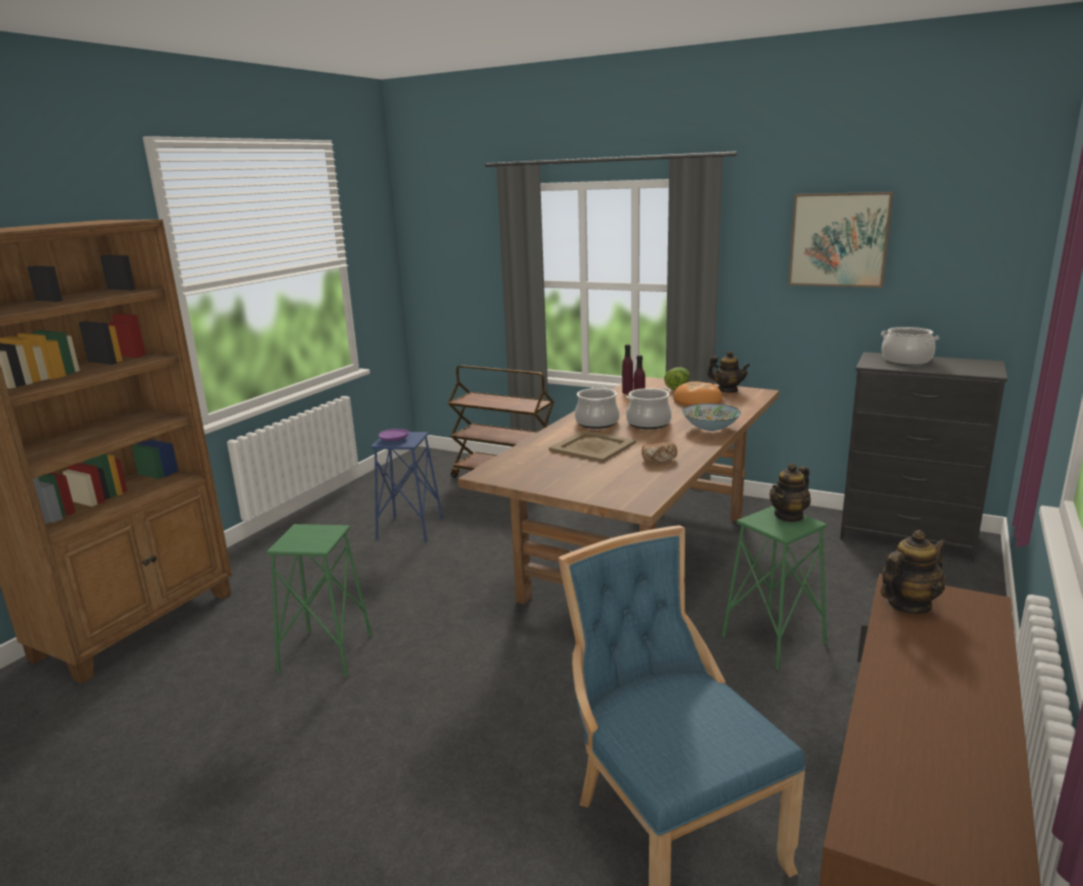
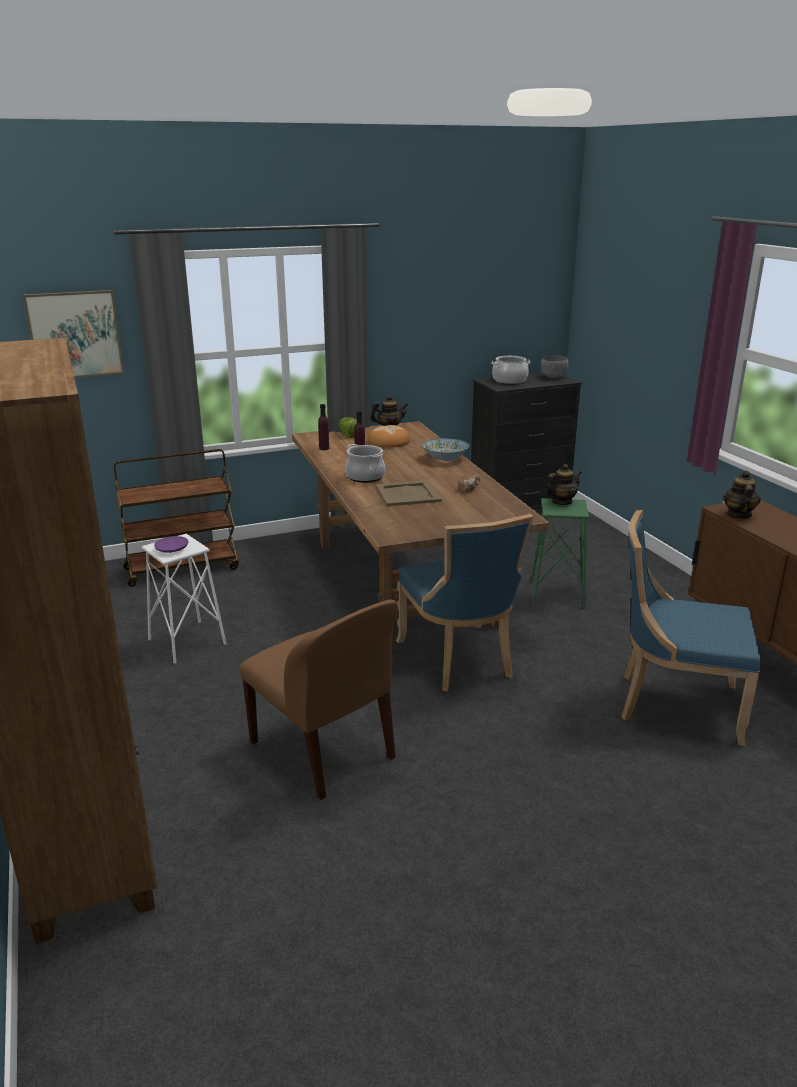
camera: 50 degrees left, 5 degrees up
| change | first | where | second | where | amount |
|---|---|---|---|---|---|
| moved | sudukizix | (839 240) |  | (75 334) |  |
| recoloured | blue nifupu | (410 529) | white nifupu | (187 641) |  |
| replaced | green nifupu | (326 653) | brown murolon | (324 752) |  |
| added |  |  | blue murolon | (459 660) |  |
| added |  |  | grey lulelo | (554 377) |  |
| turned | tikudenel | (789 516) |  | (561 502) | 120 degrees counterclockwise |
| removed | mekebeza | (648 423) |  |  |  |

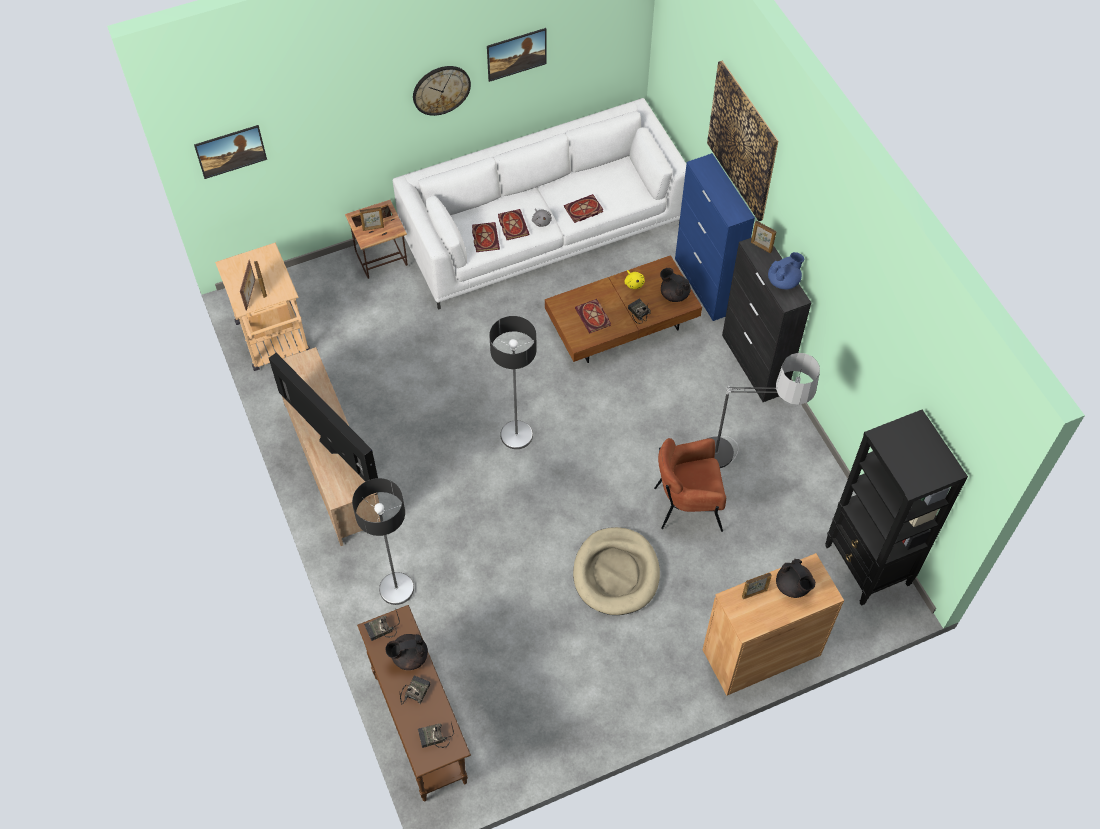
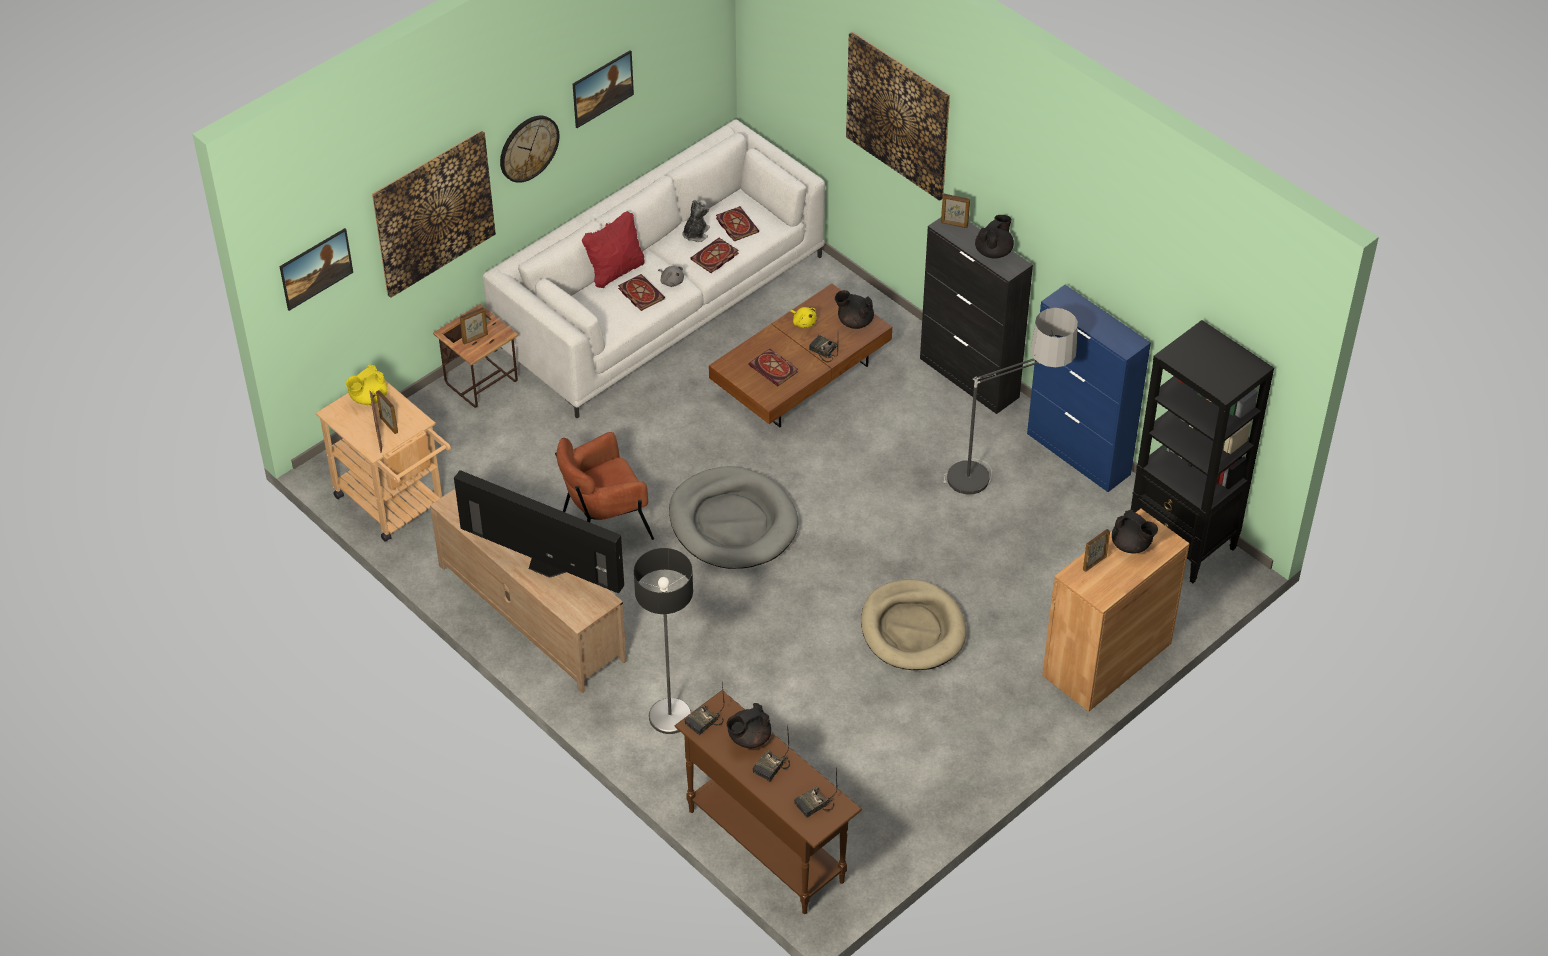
camera: 20 degrees left, 10 degrees down
| change | first | where | second | where | amount |
|---|---|---|---|---|---|
| added |  |  | yellow tikudenel | (368 398) |  |
| added |  |  | sudukizix | (433 213) |  |
| moved | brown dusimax | (687 505) |  | (605 524) |  |
| added |  |  | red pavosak | (615 272) |  |
| replaced | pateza | (516 435) | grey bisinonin | (733 523) |  |
| added |  |  | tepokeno | (695 234) |  |
| moved | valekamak | (484 237) |  | (735 225) |  |
| turned | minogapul | (415 691) |  | (771 768) | 150 degrees counterclockwise |
| recoloured | blue tikudenel | (783 281) | black tikudenel | (994 251) |  |
| moved | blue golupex | (705 285) |  | (1078 454) |  |

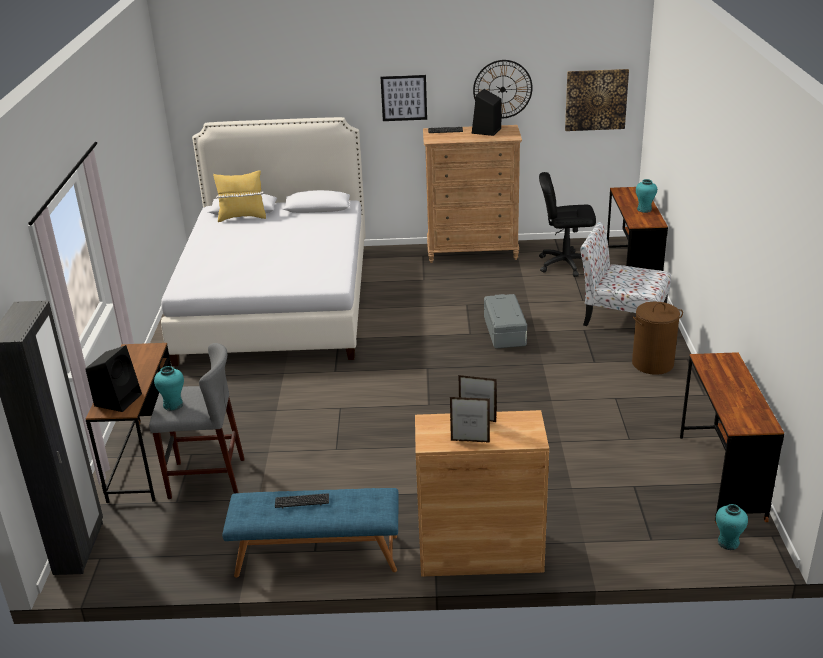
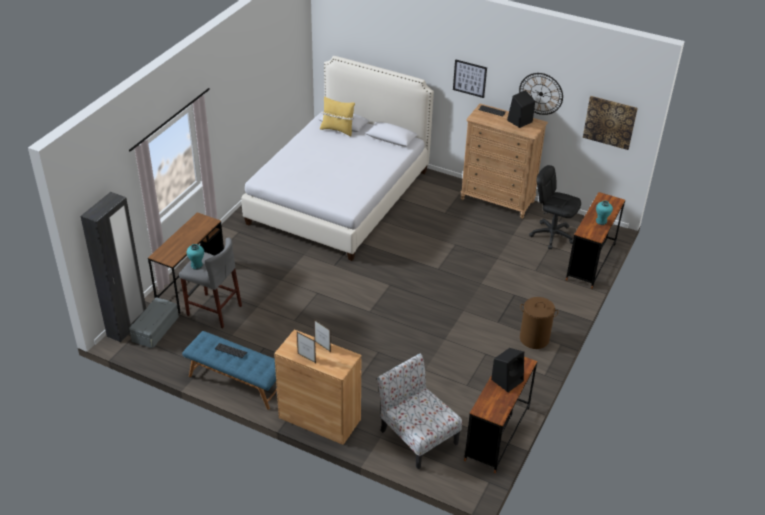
camera: 25 degrees right, 10 degrees up
| change | first | where | second | where | amount |
|---|---|---|---|---|---|
| moved | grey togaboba | (505 331) |  | (156 330) |  |
| moved | murolon | (622 317) |  | (417 436) |  |
| moved | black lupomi | (118 399) |  | (507 379) |  |
| removed | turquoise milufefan | (728 543) |  |  |  |

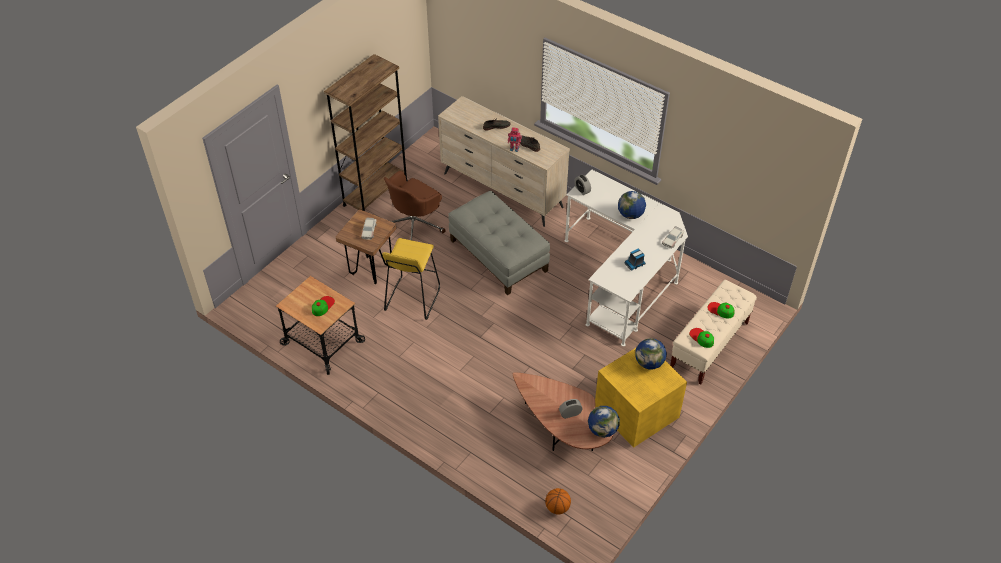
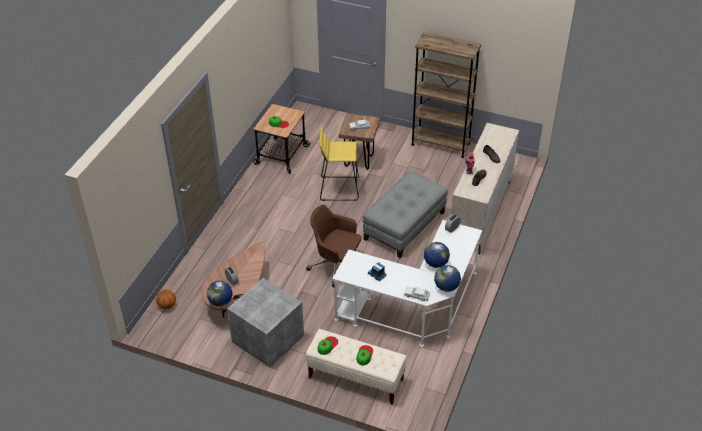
camera: 75 degrees right, 5 degrees down
| change | first | where | second | where | amount |
|---|---|---|---|---|---|
| recoloured | yellow togaboba | (636 413) | grey togaboba | (266 338) |  |
| moved | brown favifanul | (414 225) |  | (336 266) |  |
| moved | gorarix | (649 363) |  | (446 287) |  |

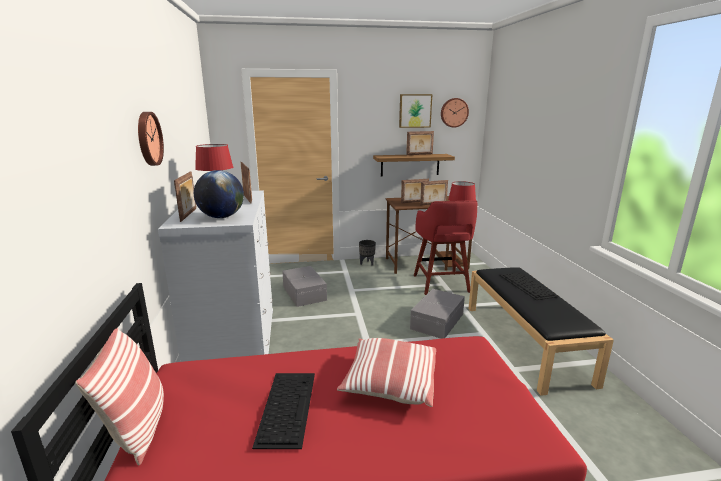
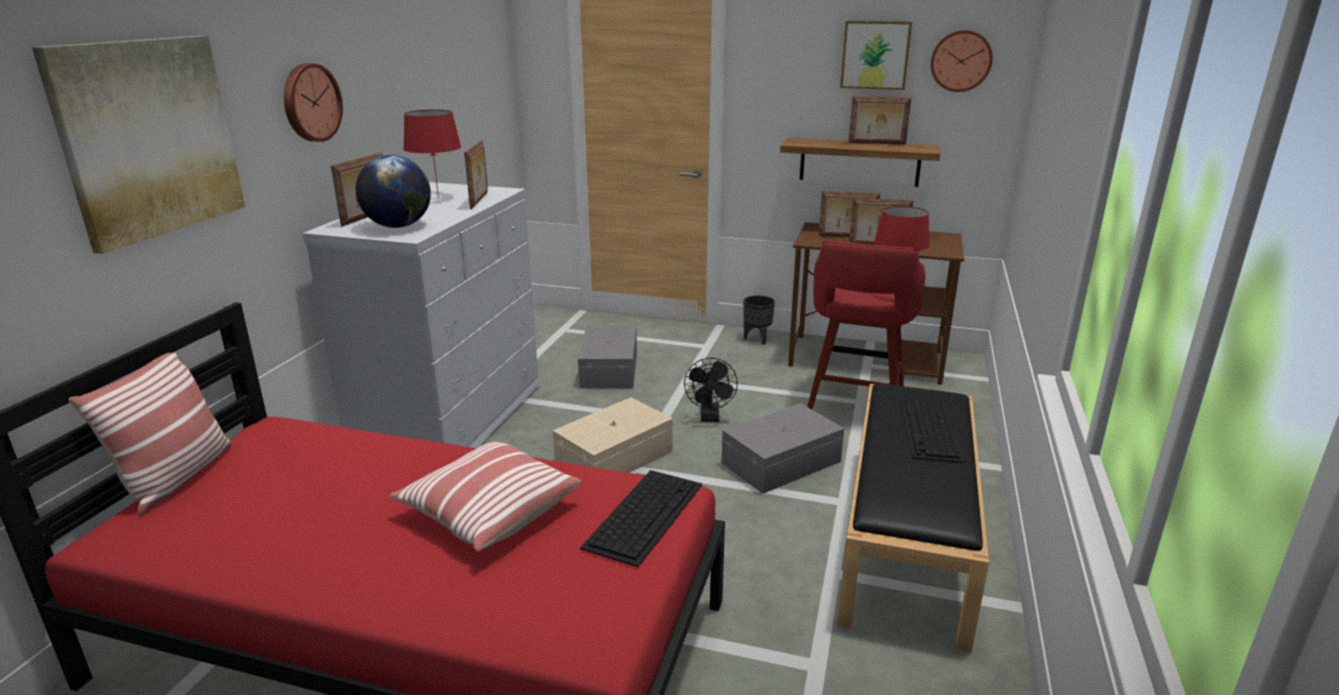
camera: 25 degrees right, 5 degrees up
| change | first | where | second | where | amount |
|---|---|---|---|---|---|
| added |  |  | sudukizix | (149 138) |  |
| added |  |  | beige togaboba | (616 457) |  |
| moved | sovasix | (287 406) |  | (644 514) |  |
| added |  |  | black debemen | (710 417) |  |

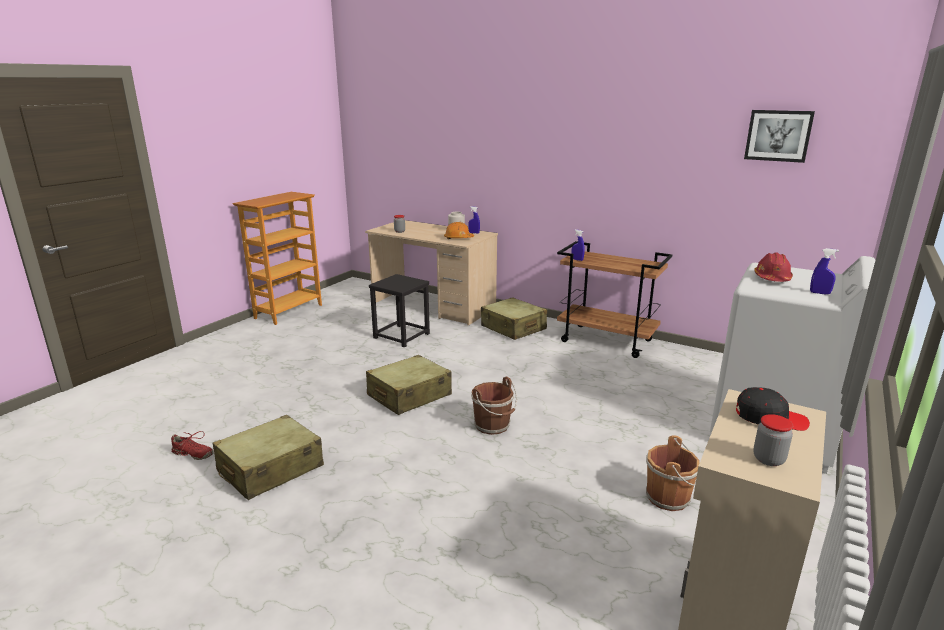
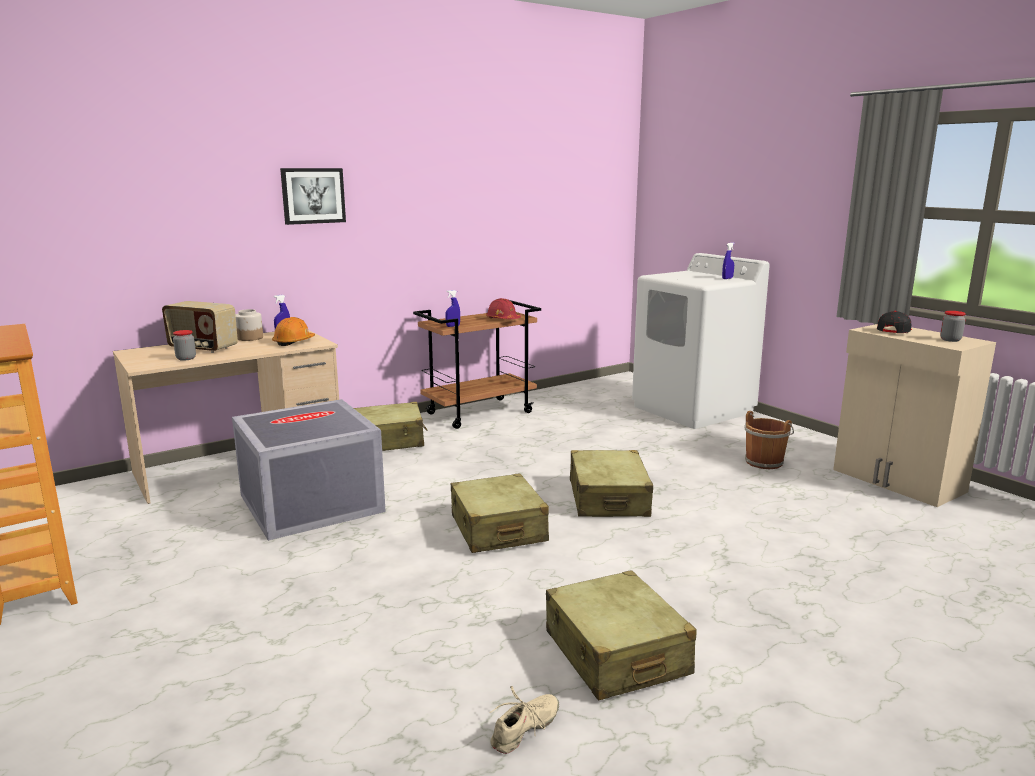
camera: 65 degrees left, 5 degrees down
| change | first | where | second | where | amount |
|---|---|---|---|---|---|
| added |  |  | minogapul | (202 348) |  |
| replaced | black nifupu | (401 336) | grey togaboba | (310 504) |  |
| moved | sudukizix | (778 135) |  | (313 195) |  |
| moved | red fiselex | (772 278) |  | (503 319) |  |
| recoloured | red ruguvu | (193 454) | beige ruguvu | (525 730) |  |
| replaced | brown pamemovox | (493 426) | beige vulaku | (608 498) |  |

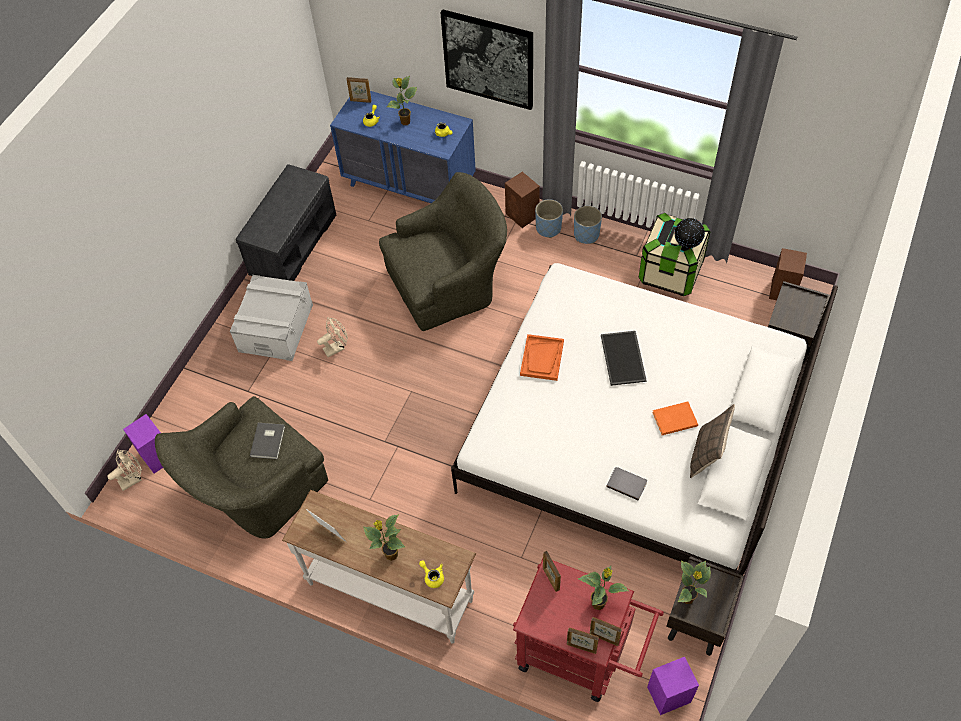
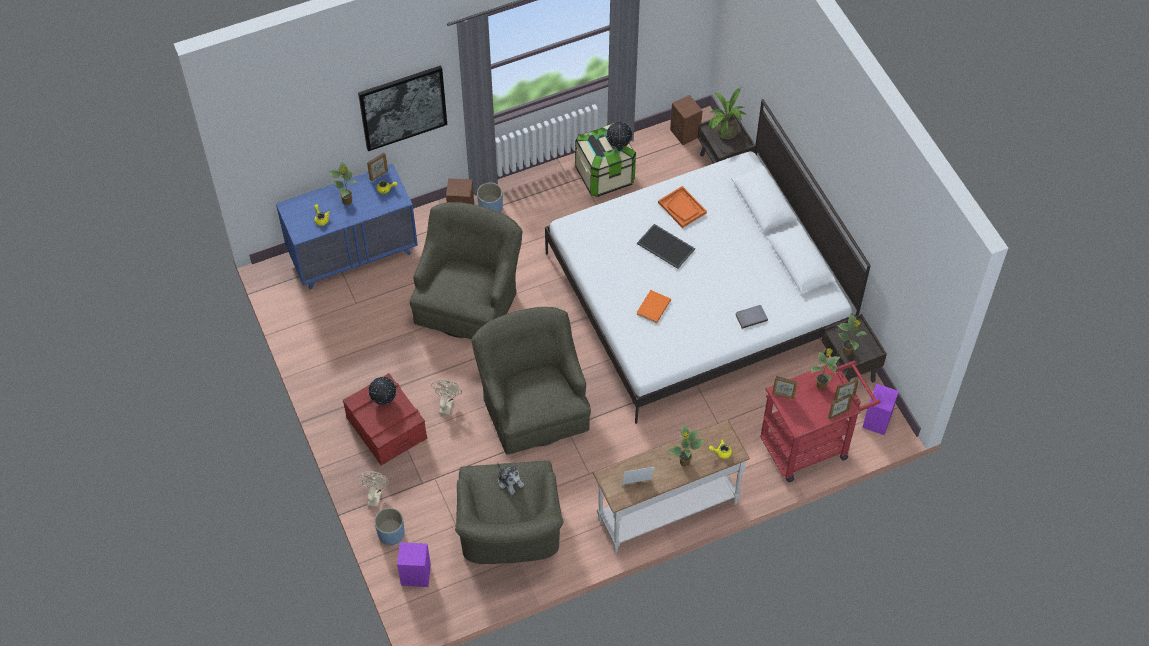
camera: 50 degrees left, 0 degrees up
| change | first | where | second | where | amount |
|---|---|---|---|---|---|
| recoloured | grey togaboba | (276 328) | red togaboba | (386 428) |  |
| moved | beige debemen | (133 479) |  | (375 495) |  |
| moved | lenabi | (360 101) |  | (379 175) |  |
| added |  |  | gorarix | (384 399) |  |
| moved | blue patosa | (586 234) |  | (391 534) |  |
| added |  |  | green dusimax | (533 404) |  |
| replaced | grey valekamak | (269 441) | tepokeno | (510 481) |  |
| moved | orange valekamak | (673 418) |  | (652 307) |  |
| moved | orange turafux | (542 358) |  | (682 208) |  |
| added |  |  | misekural | (724 133) |  |
| removed | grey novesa | (292 243) |  |  |  |
| removed | pavosak | (707 455) |  |  |  |

